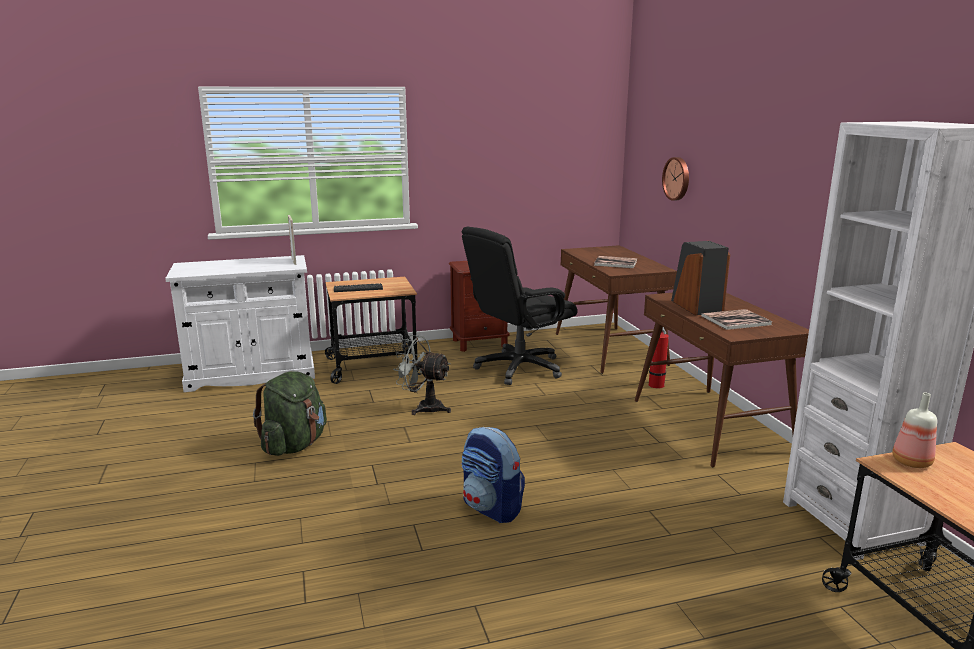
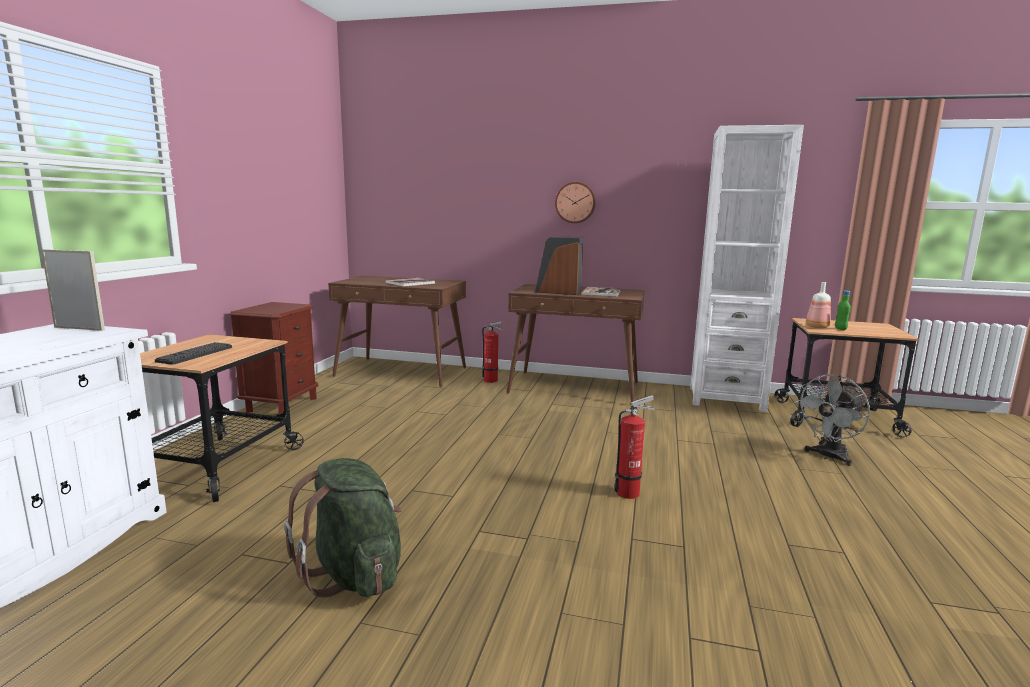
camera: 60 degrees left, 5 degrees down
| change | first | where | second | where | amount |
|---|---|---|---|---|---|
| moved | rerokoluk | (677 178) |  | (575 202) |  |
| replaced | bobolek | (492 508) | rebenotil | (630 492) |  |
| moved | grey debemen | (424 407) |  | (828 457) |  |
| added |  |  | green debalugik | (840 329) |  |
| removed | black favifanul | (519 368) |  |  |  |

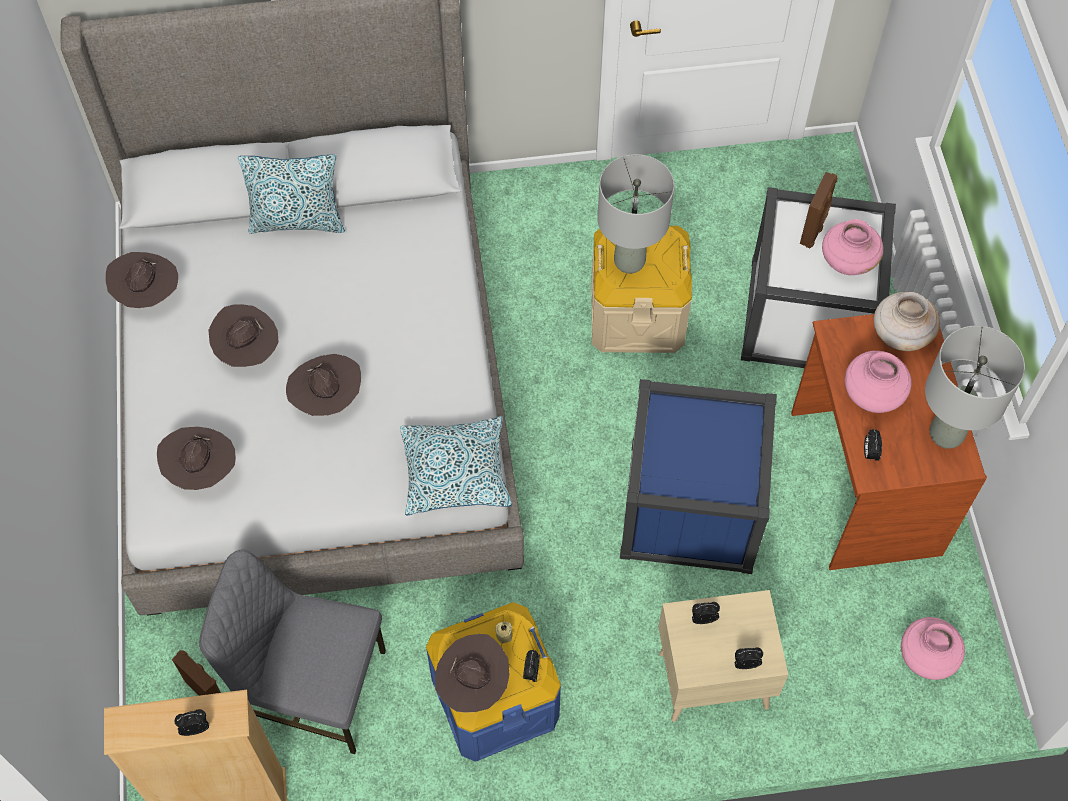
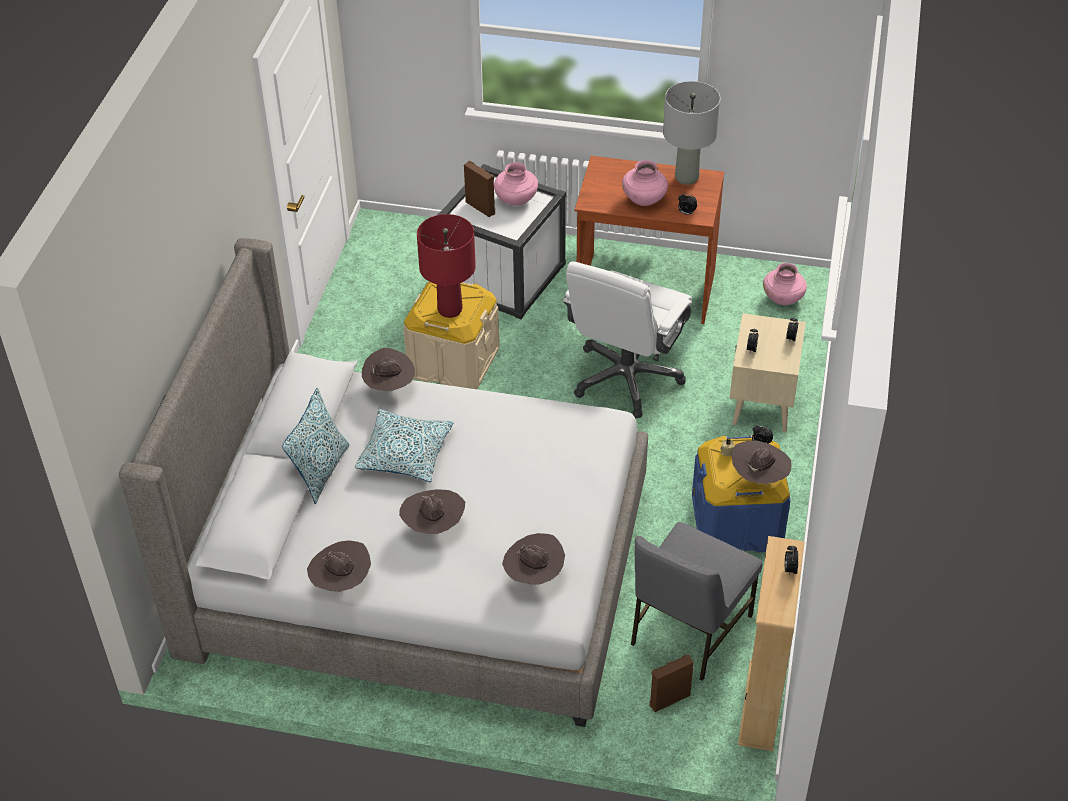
camera: 70 degrees left, 15 degrees down
| change | first | where | second | where | amount |
|---|---|---|---|---|---|
| moved | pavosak | (455 472) |  | (405 453) |  |
| moved | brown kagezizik | (327 399) |  | (390 387) |  |
| recoloured | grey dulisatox | (629 262) | red dulisatox | (450 309) |  |
| replaced | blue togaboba | (690 506) | white favifanul | (626 378) |  |
| removed | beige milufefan | (900 335) |  |  |  |

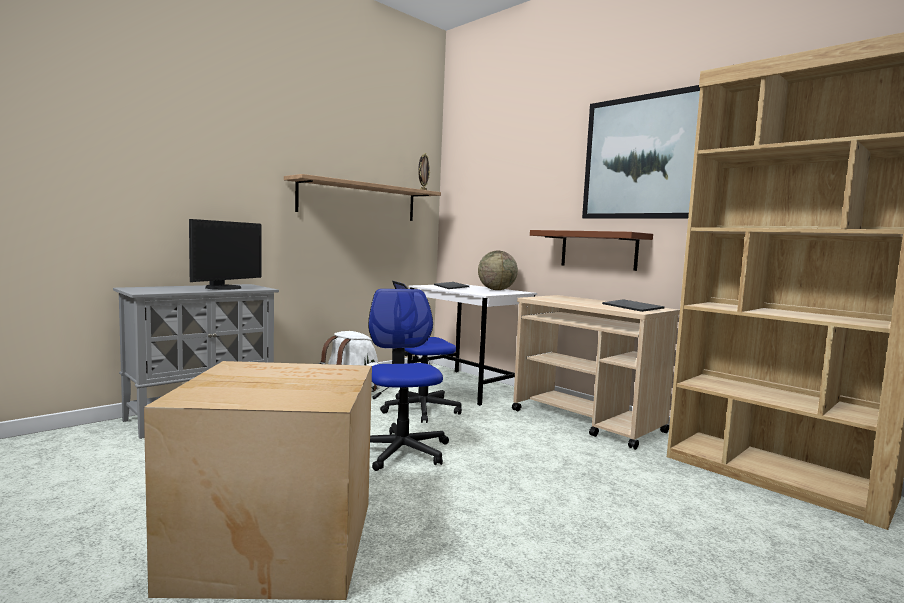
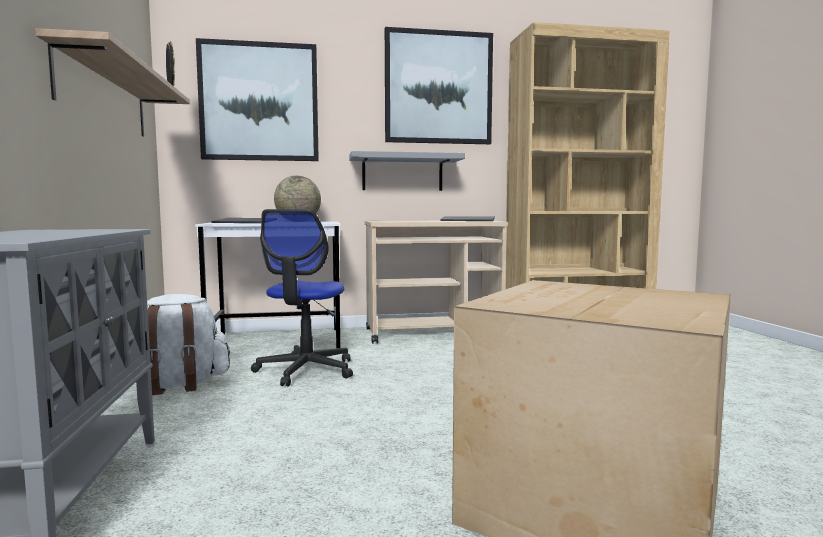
camera: 55 degrees left, 0 degrees up
| change | first | where | second | where | amount |
|---|---|---|---|---|---|
| added |  |  | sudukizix | (259 102) |  |
| recoloured | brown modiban | (598 250) | grey modiban | (402 173) |  |
| removed | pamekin | (225 288) |  |  |  |
| removed | favifanul | (401 451) |  |  |  |

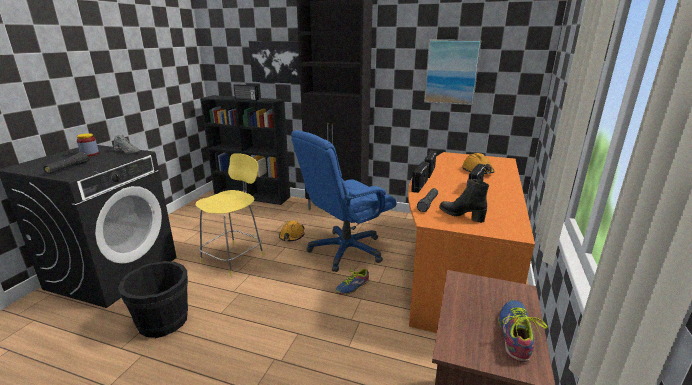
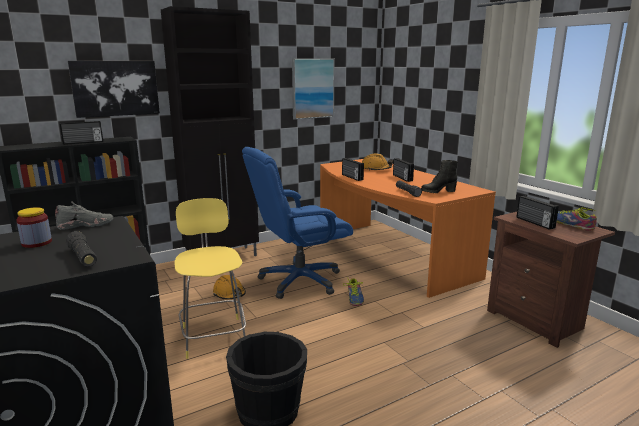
camera: 50 degrees left, 5 degrees down
| change | first | where | second | where | amount |
|---|---|---|---|---|---|
| turned | blue favifanul | (345 250) |  | (299 281) | 60 degrees clockwise |
| moved | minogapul | (418 186) |  | (534 223) |  |

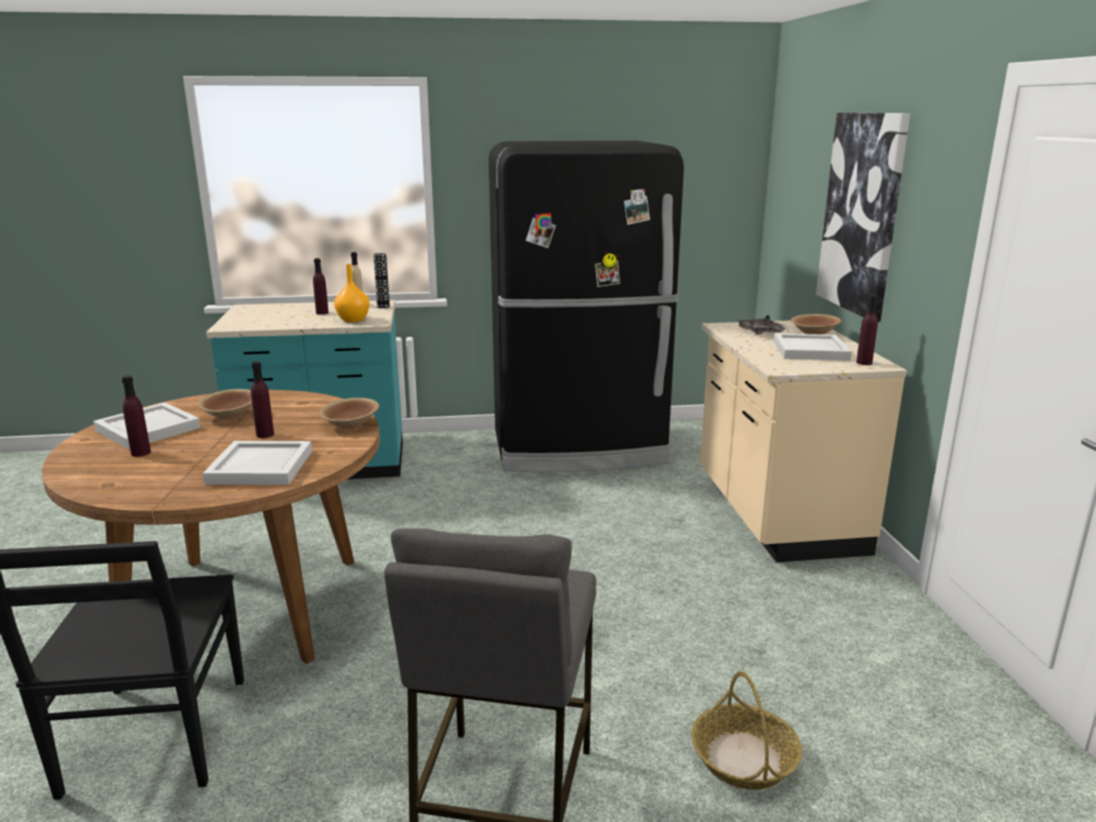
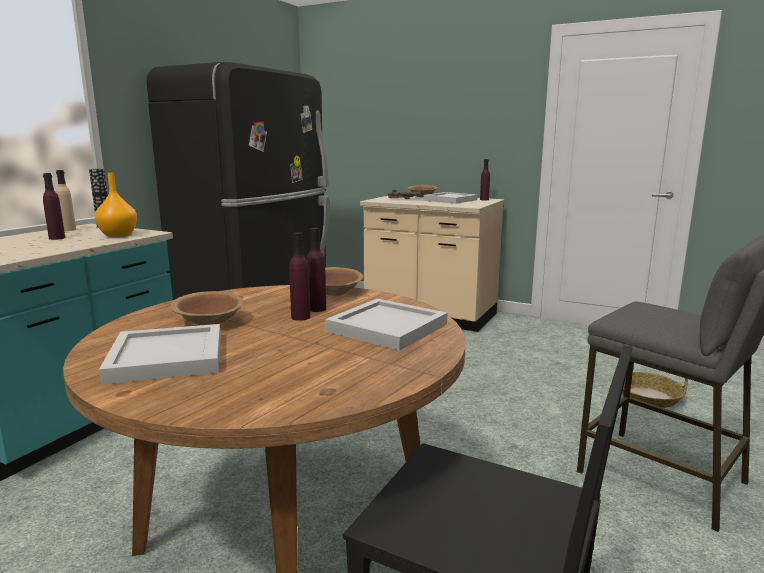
camera: 55 degrees left, 5 degrees down
| change | first | where | second | where | amount |
|---|---|---|---|---|---|
| moved | purple debalugik | (141 453) |  | (317 309) |  |
| removed | sudukizix | (862 213) |  |  |  |

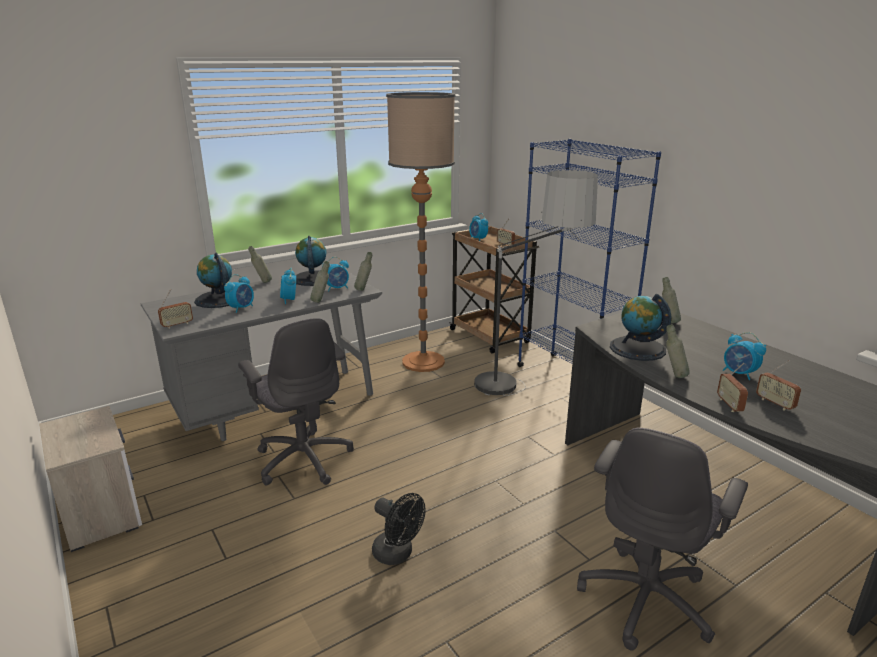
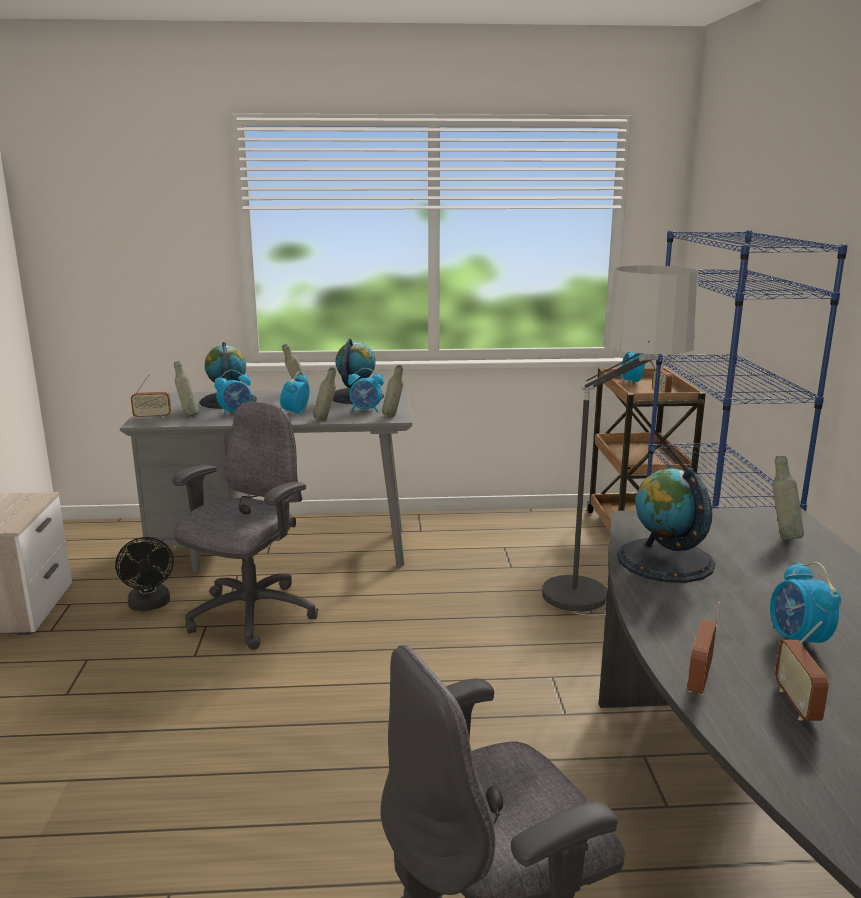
camera: 30 degrees right, 5 degrees down
| change | first | where | second | where | amount |
|---|---|---|---|---|---|
| moved | black debemen | (397 554) |  | (150 605) |  |
| turned | grey favifanul | (304 459) |  | (250 616) | 150 degrees counterclockwise |
| moved | grey debalugik | (673 376) |  | (188 416) |  |
| removed | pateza | (423 362) |  |  |  |

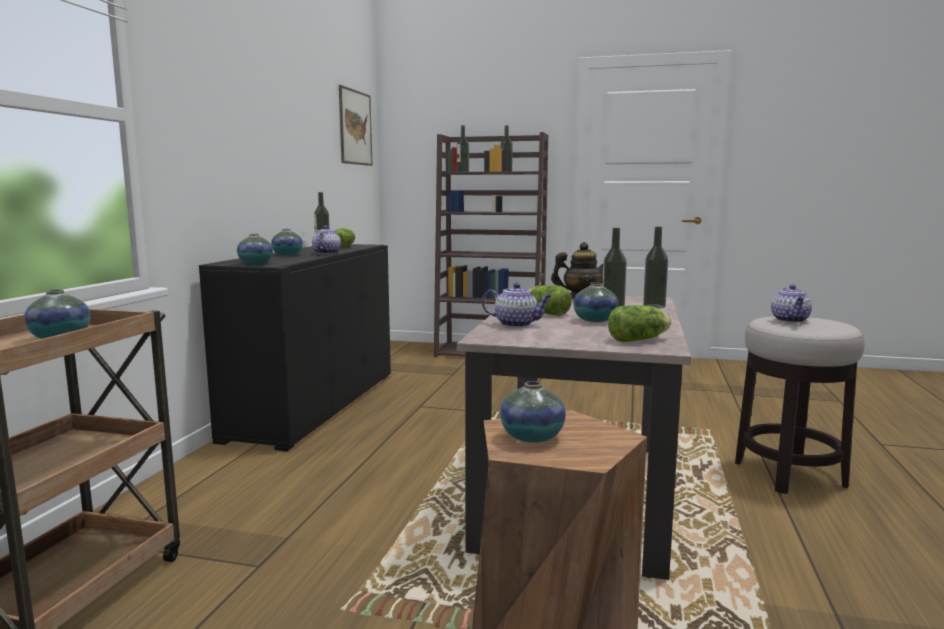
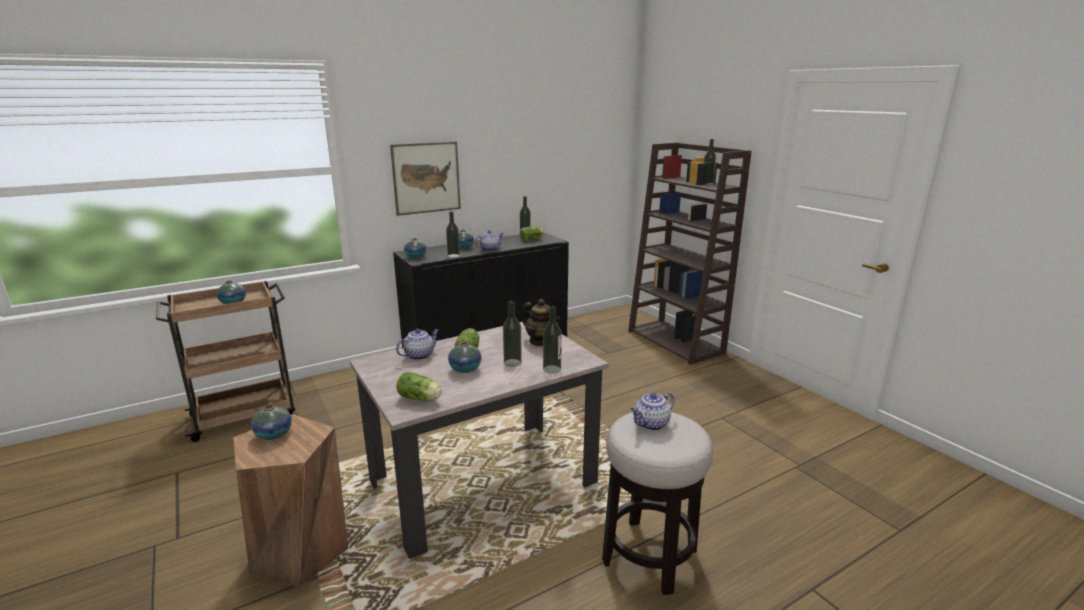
camera: 45 degrees right, 10 degrees up
| change | first | where | second | where | amount |
|---|---|---|---|---|---|
| moved | sudukizix | (355 127) |  | (426 178) |  |
| turned | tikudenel | (517 324) |  | (419 355) | 105 degrees counterclockwise |
| moved | debalugik | (463 172) |  | (453 255) |  |

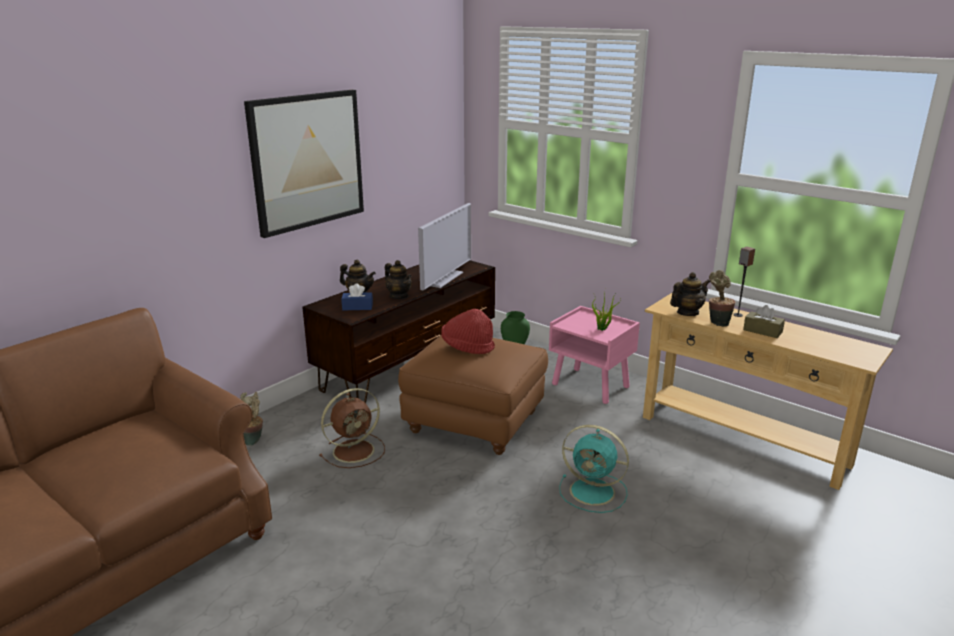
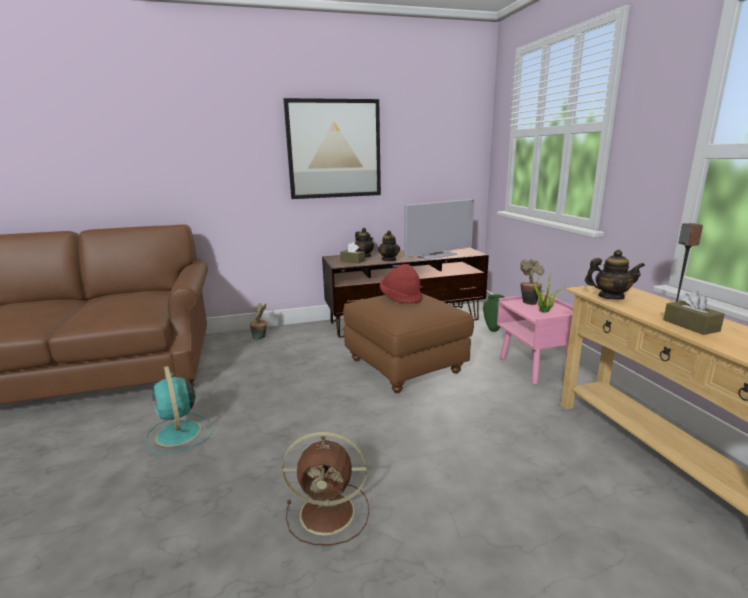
camera: 35 degrees right, 5 degrees down
| change | first | where | second | where | amount |
|---|---|---|---|---|---|
| moved | turquoise debemen | (594 492) |  | (179 434) |  |
| moved | brown debemen | (355 450) |  | (330 512) |  |
| recoloured | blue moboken | (357 307) | brown moboken | (352 261) |  |
| moved | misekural | (717 322) |  | (528 302) |  |

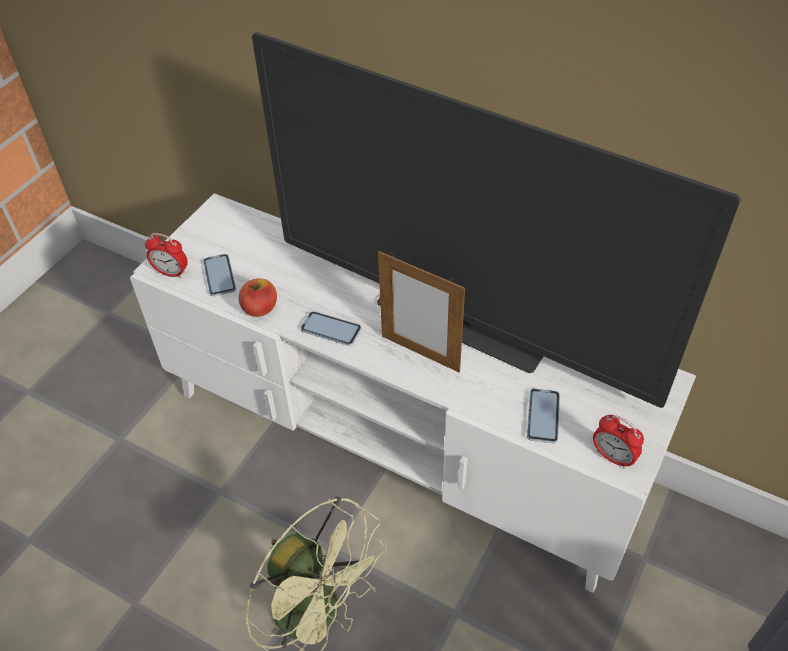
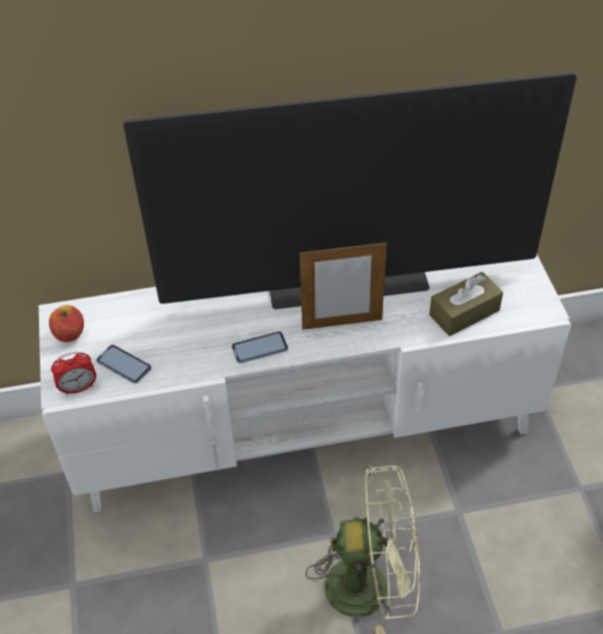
camera: 40 degrees left, 0 degrees up
| change | first | where | second | where | amount |
|---|---|---|---|---|---|
| moved | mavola | (260 308) |  | (69 333) |  |
| replaced | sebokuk | (543 416) | brown moboken | (464 312) |  |
| removed | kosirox | (613 457) |  |  |  |

